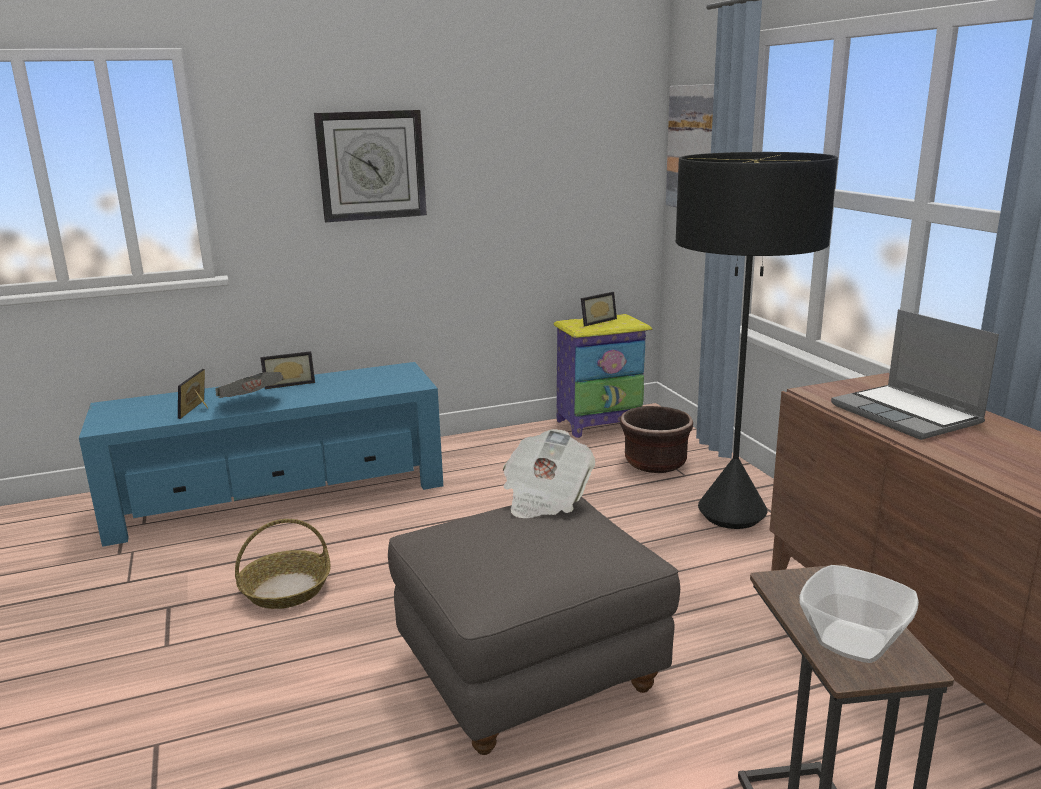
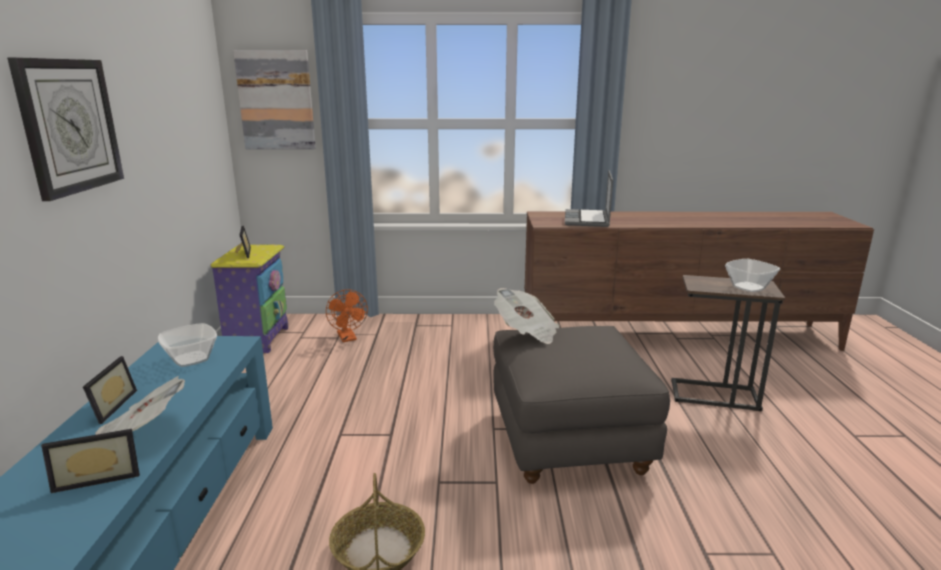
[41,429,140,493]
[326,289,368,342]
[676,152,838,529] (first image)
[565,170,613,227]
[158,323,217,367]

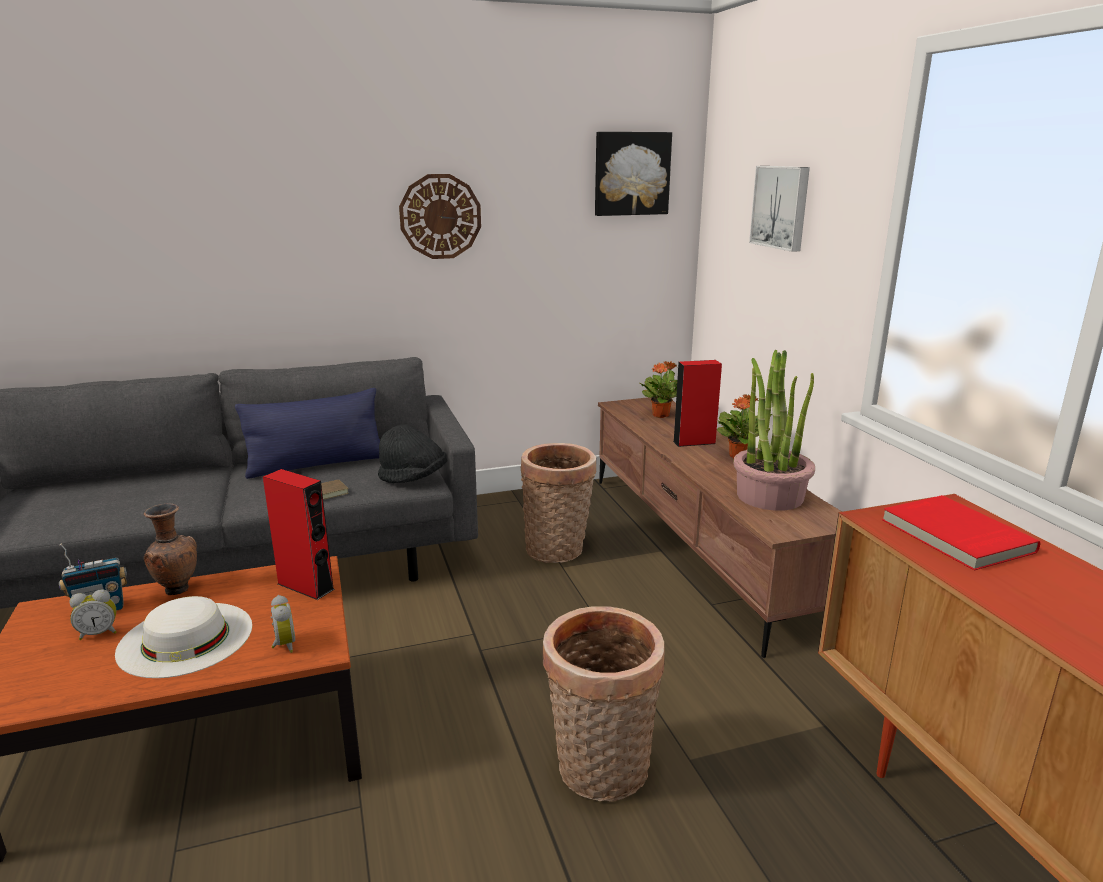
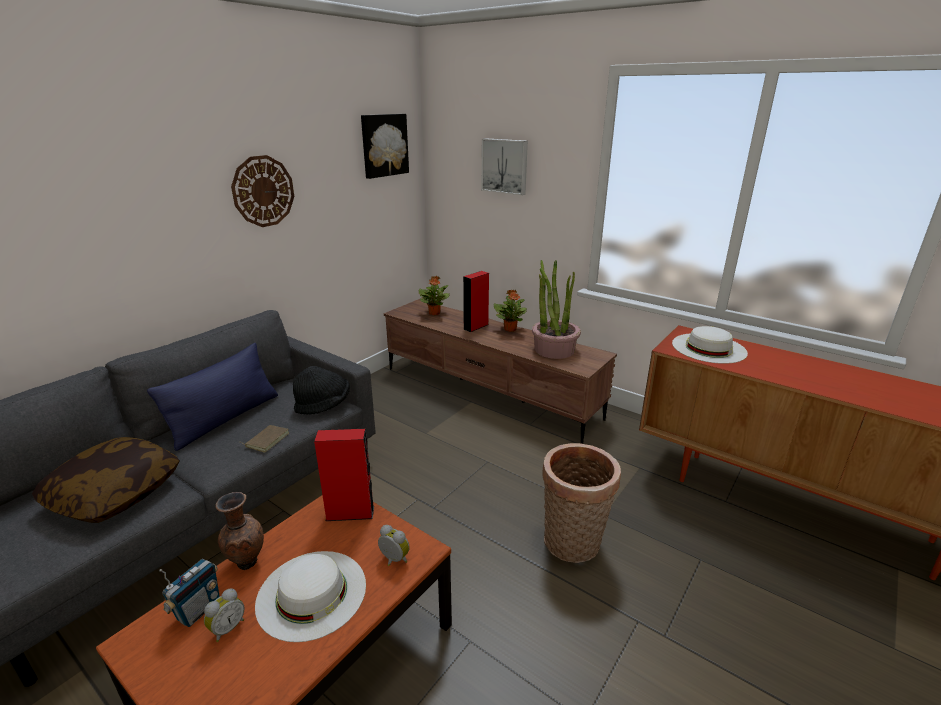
[521,443,596,563] (first image)
[672,326,748,364]
[32,437,180,523]

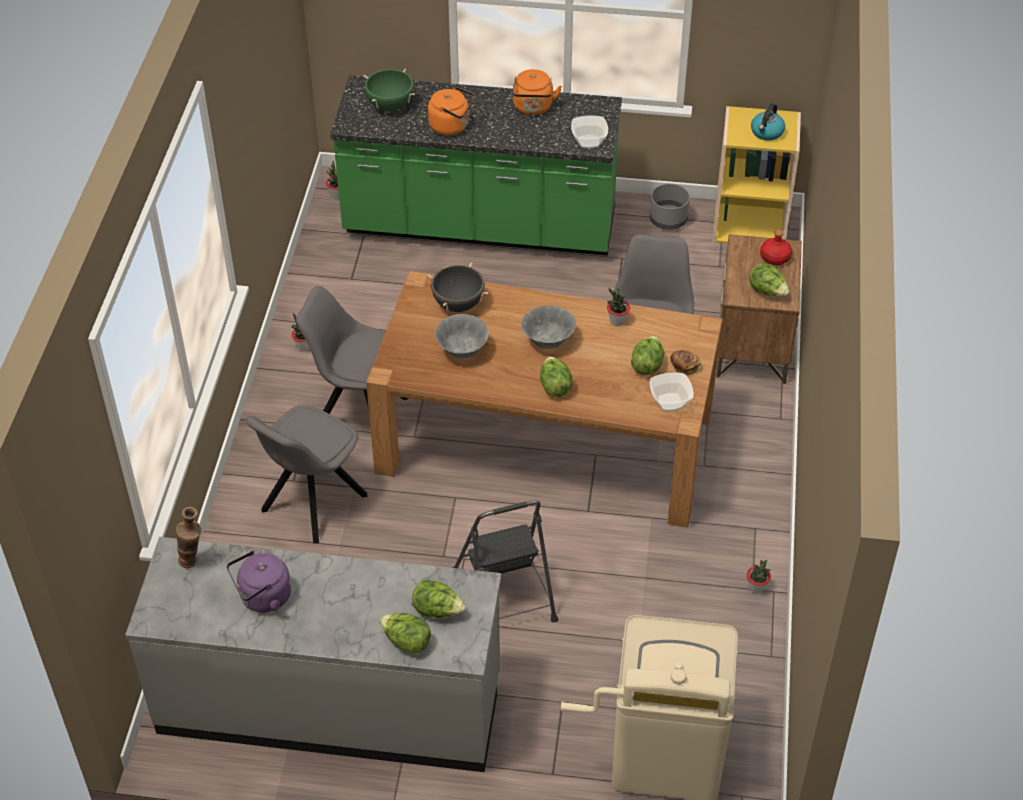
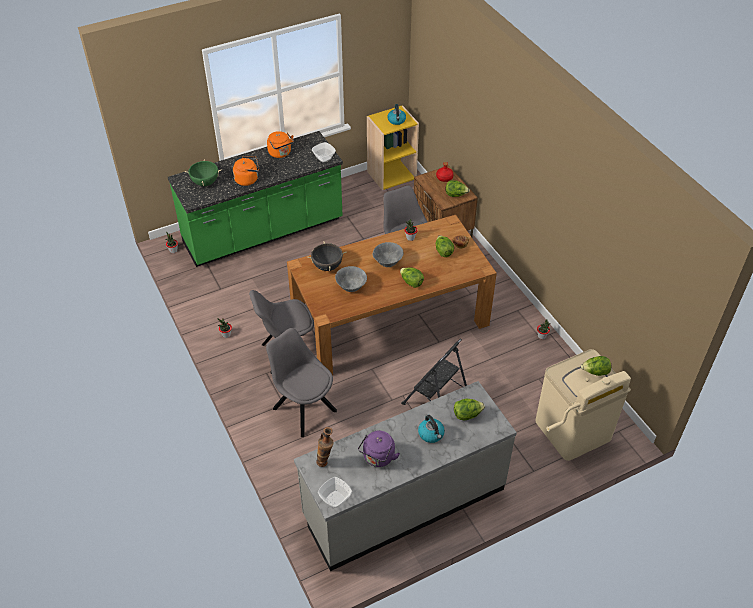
[266,328,337,437]
[581,356,611,376]
[650,184,690,230] (first image)
[318,477,352,508]
[418,415,445,443]

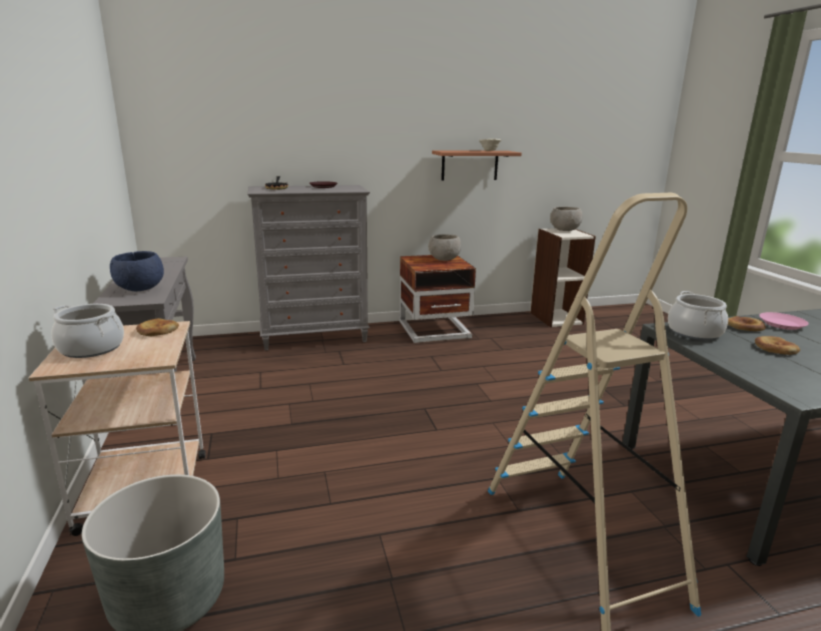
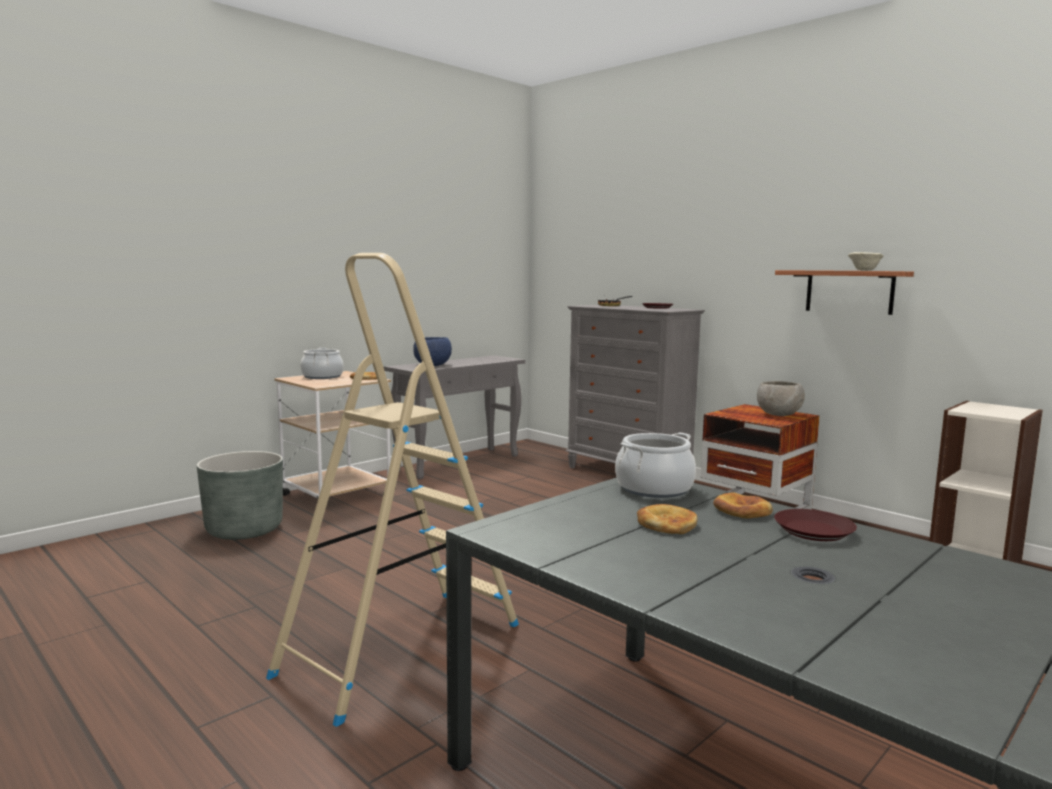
[550,207,583,231] (first image)
[774,509,857,541]

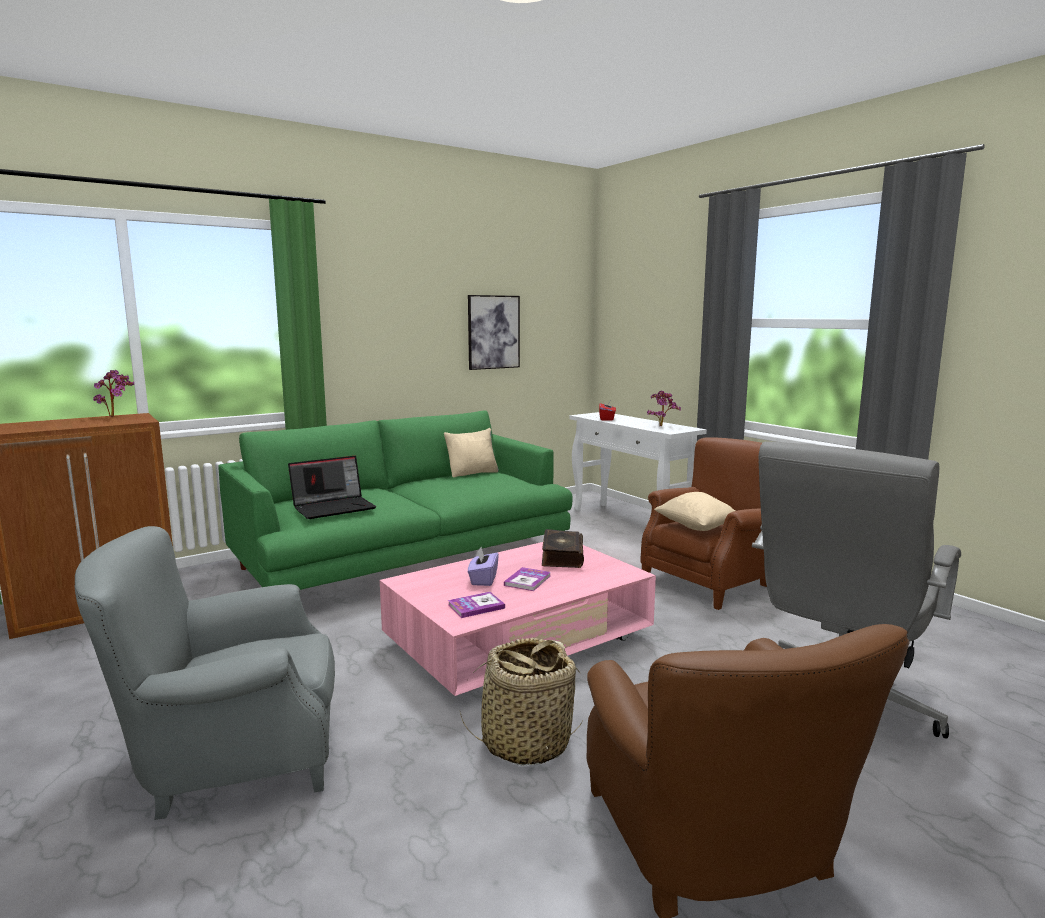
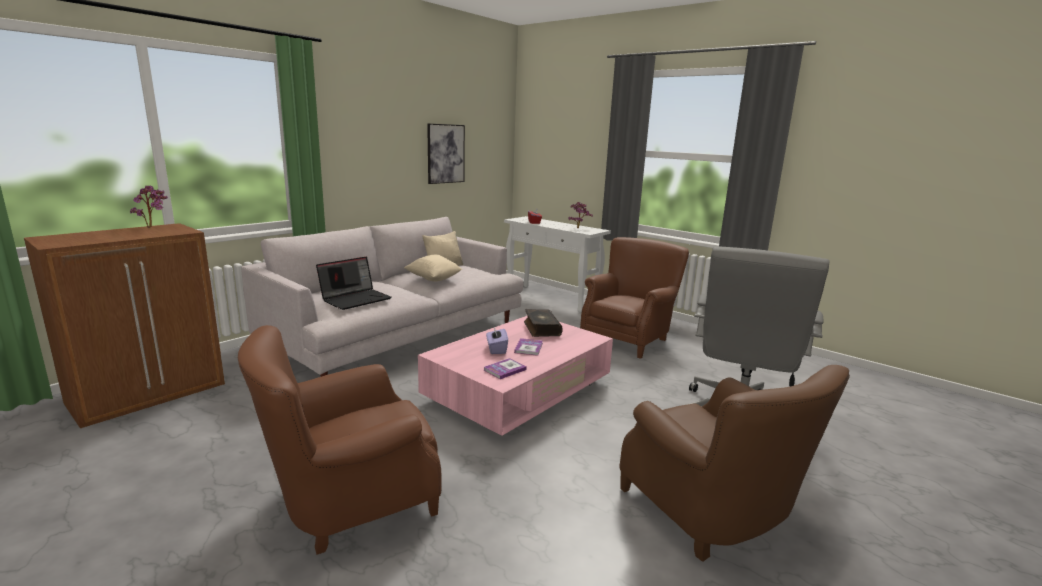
[238,325,442,555]
[241,217,523,377]
[459,638,584,766] (first image)
[404,255,462,281]

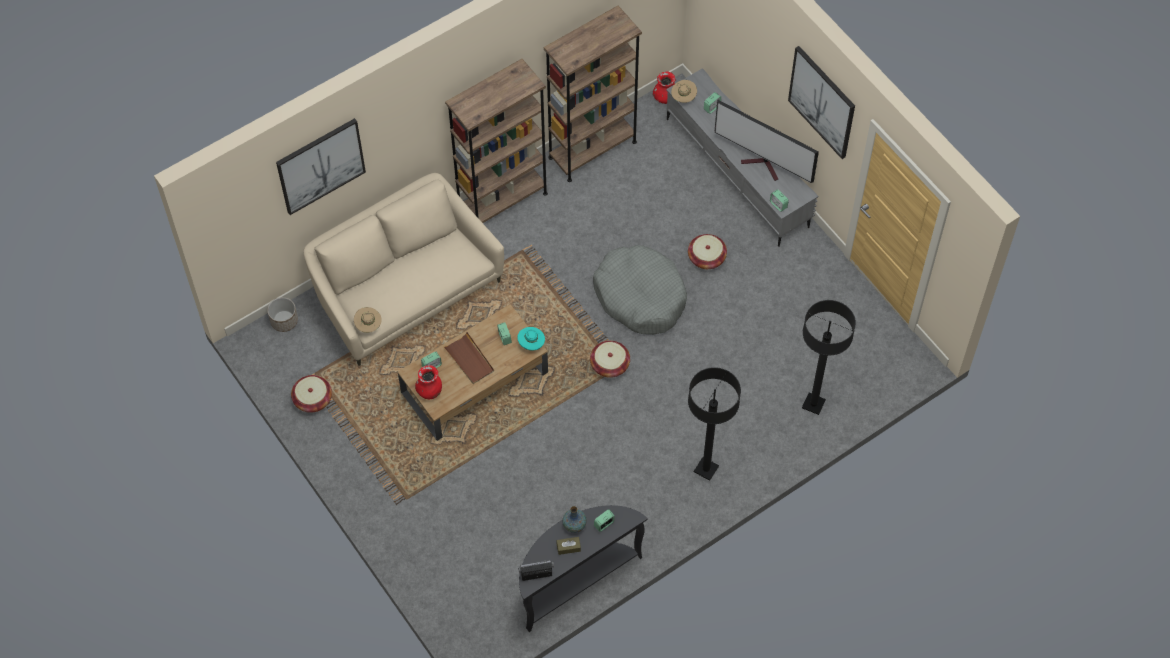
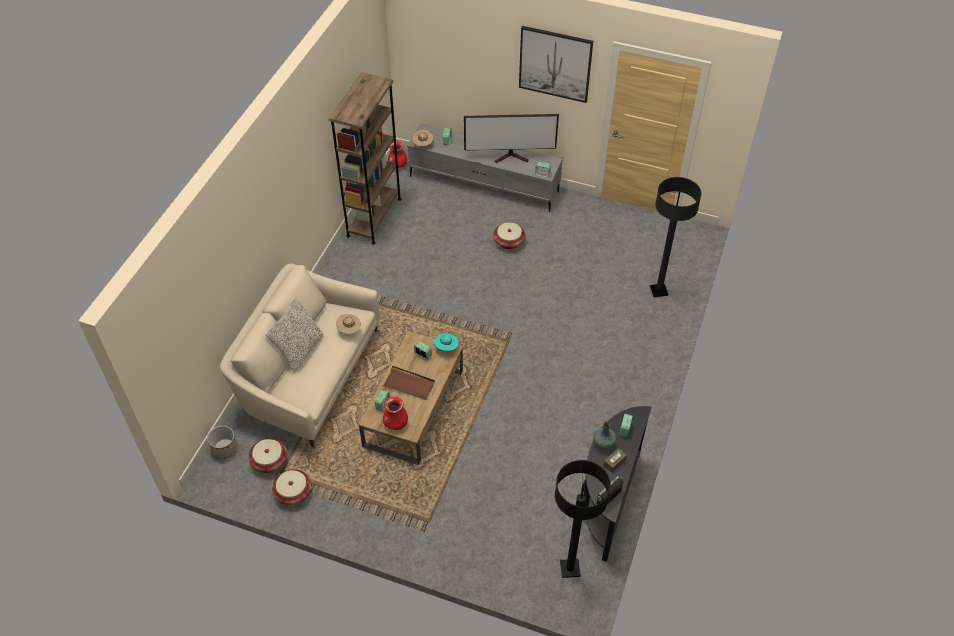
[276,118,366,215] (first image)
[336,314,361,334]
[445,59,548,223] (first image)
[249,438,287,473]
[593,245,687,335] (first image)
[555,460,611,578]
[265,297,323,372]

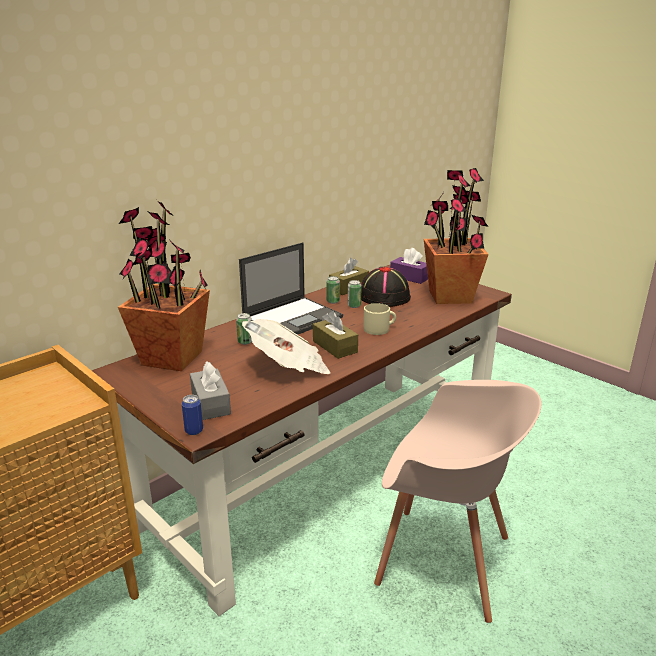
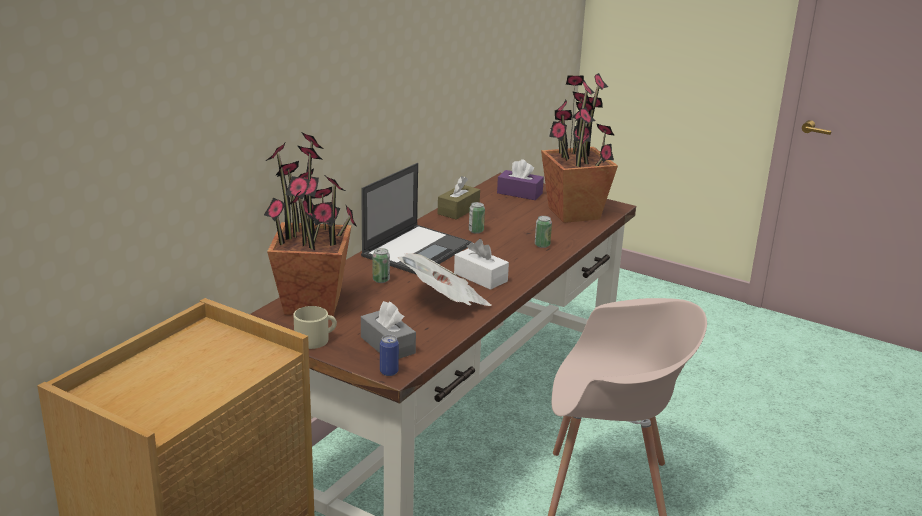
[454,239,509,290]
[535,216,552,248]
[361,267,411,307] (first image)
[293,306,337,349]

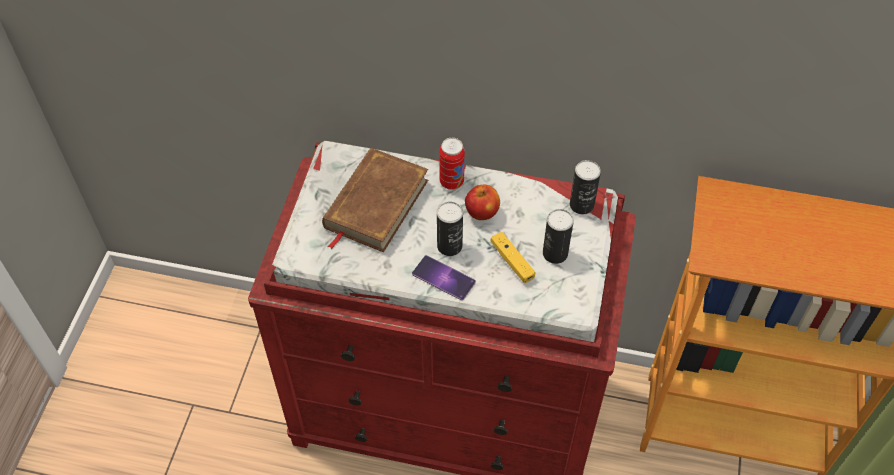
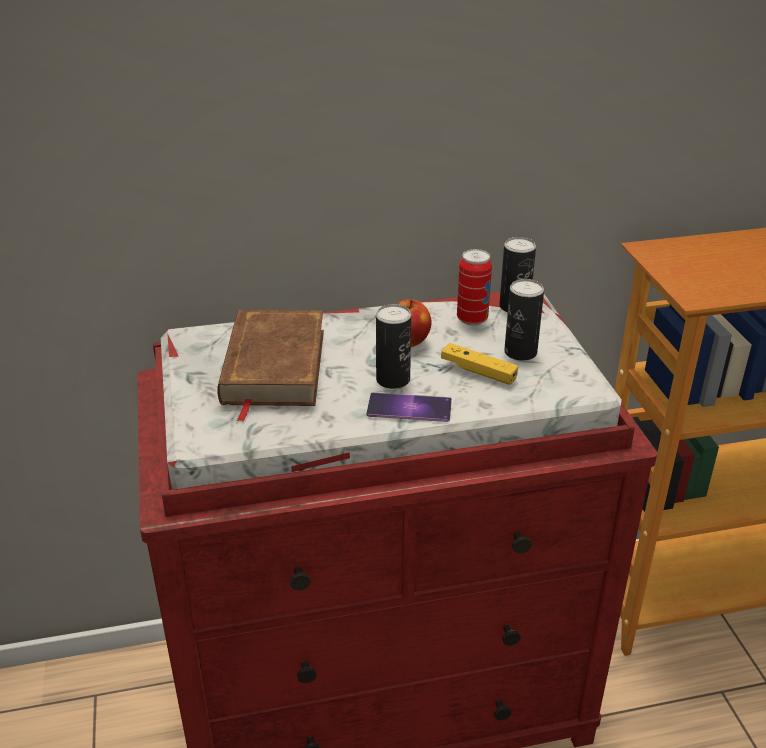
[457,249,492,326]

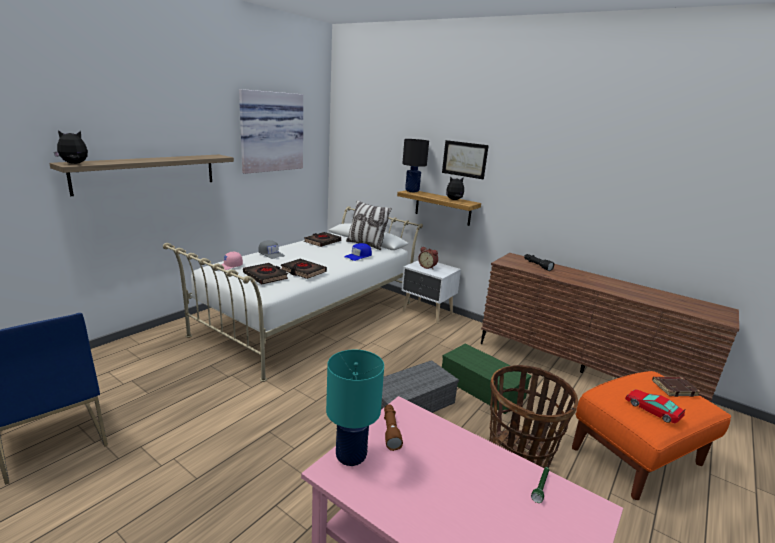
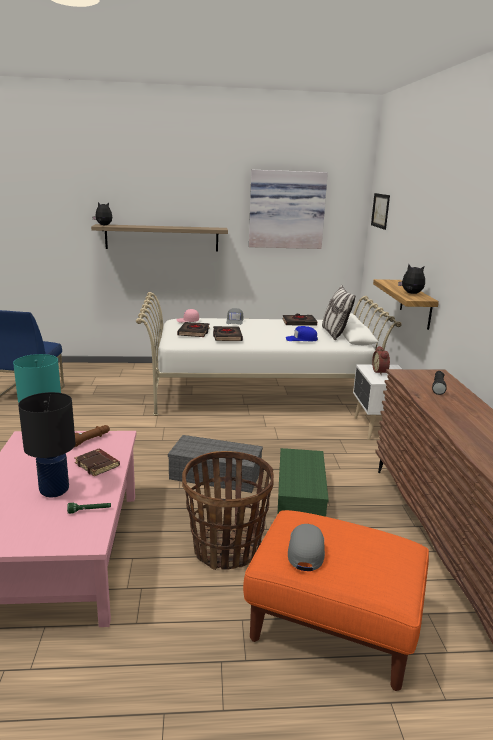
[18,392,75,498]
[371,193,390,230]
[288,524,325,571]
[74,449,120,476]

